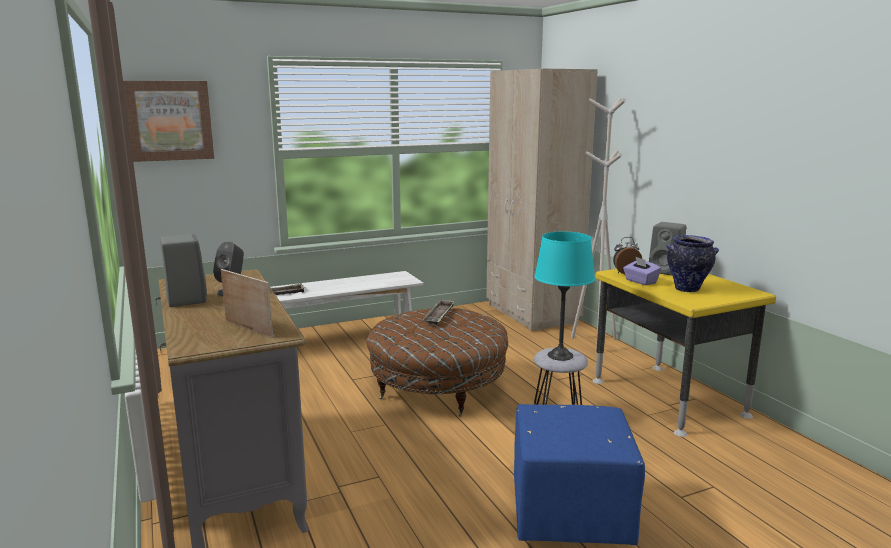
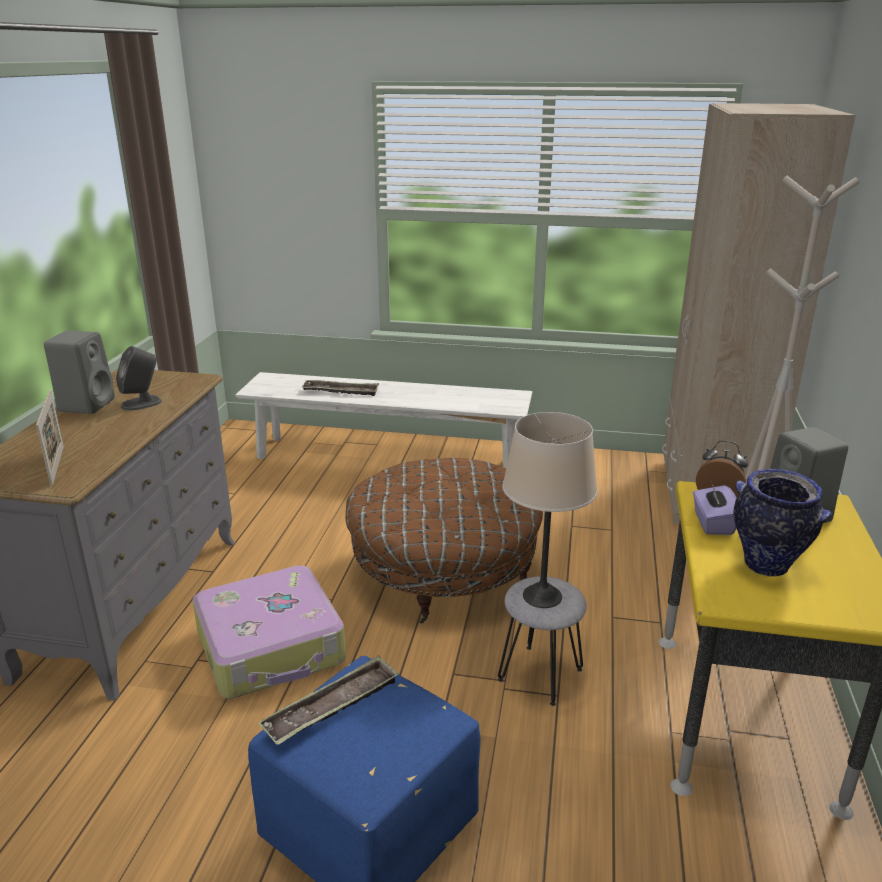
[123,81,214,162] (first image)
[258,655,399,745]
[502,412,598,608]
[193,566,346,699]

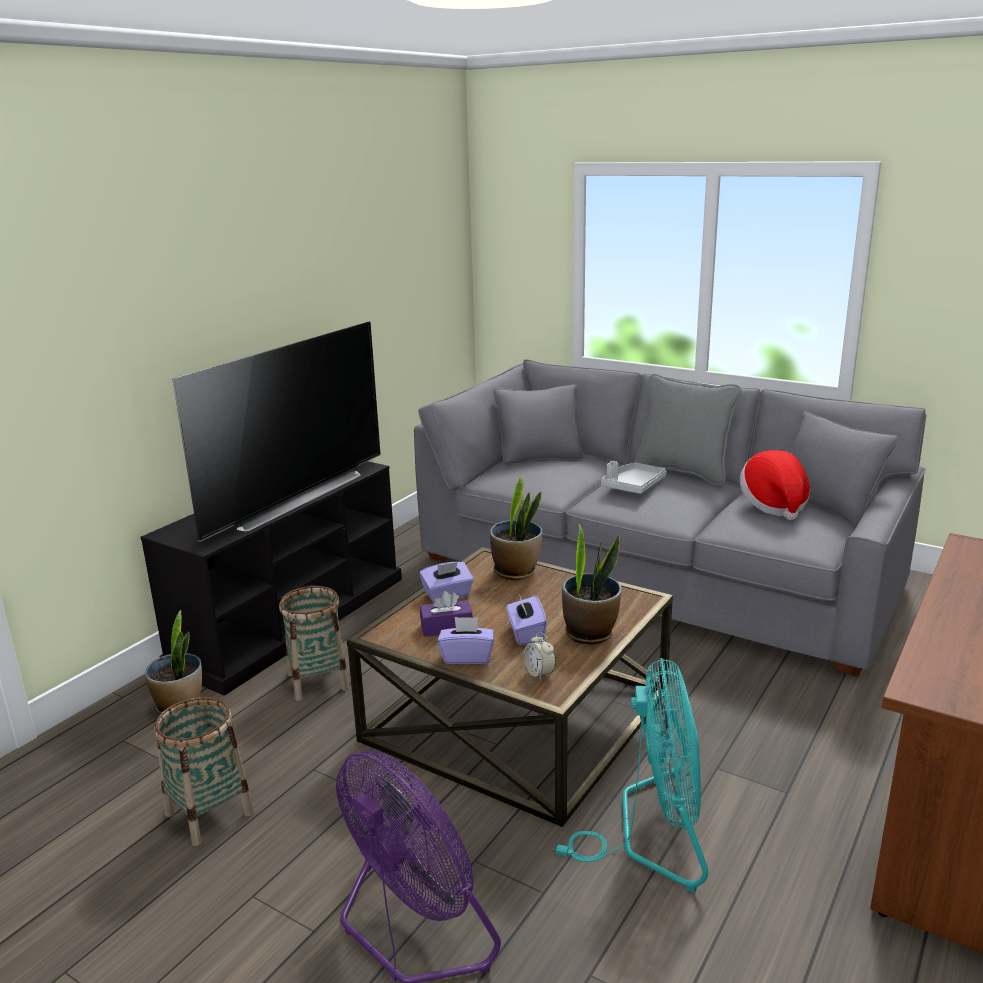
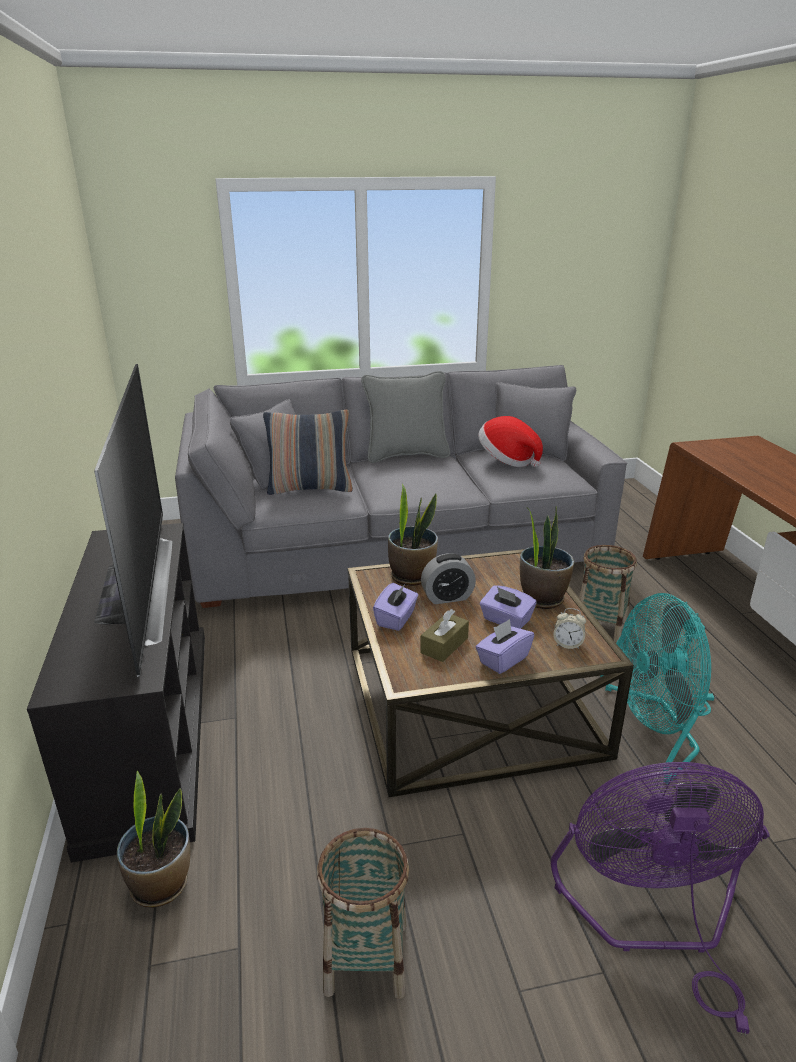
[579,545,637,643]
[420,609,469,662]
[600,593,717,783]
[601,461,666,494] (first image)
[263,410,353,495]
[421,554,476,604]

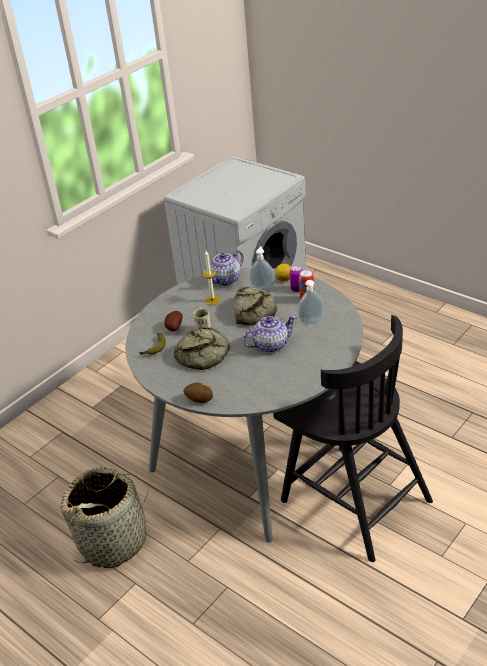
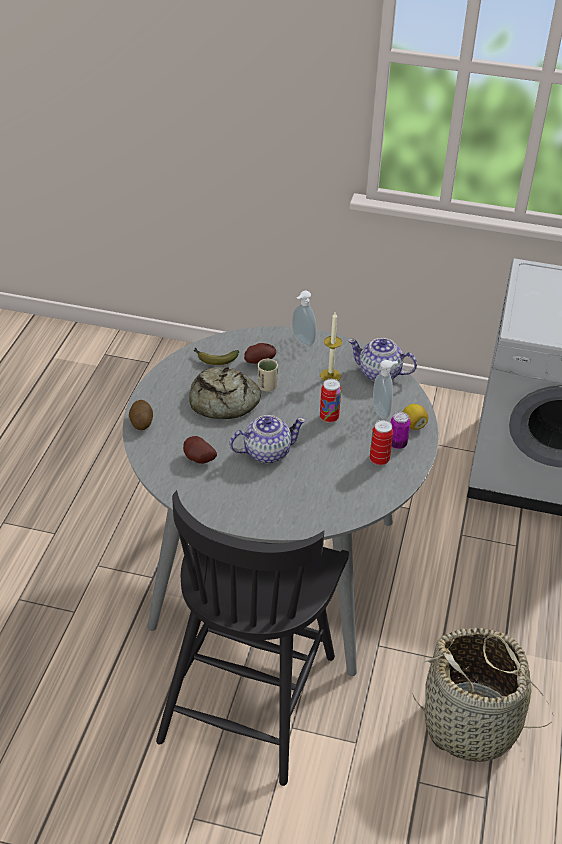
[412,628,553,762]
[320,379,341,423]
[230,415,306,463]
[292,291,316,346]
[183,436,217,464]

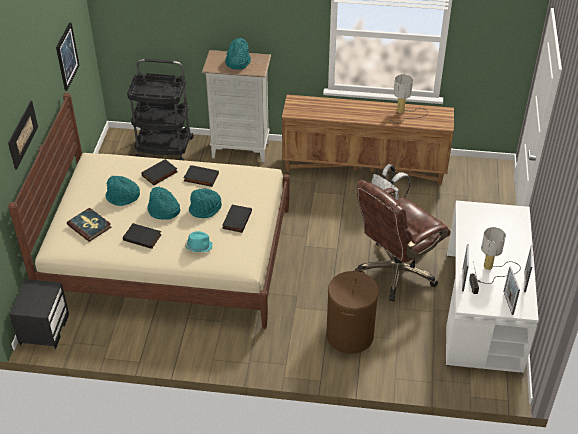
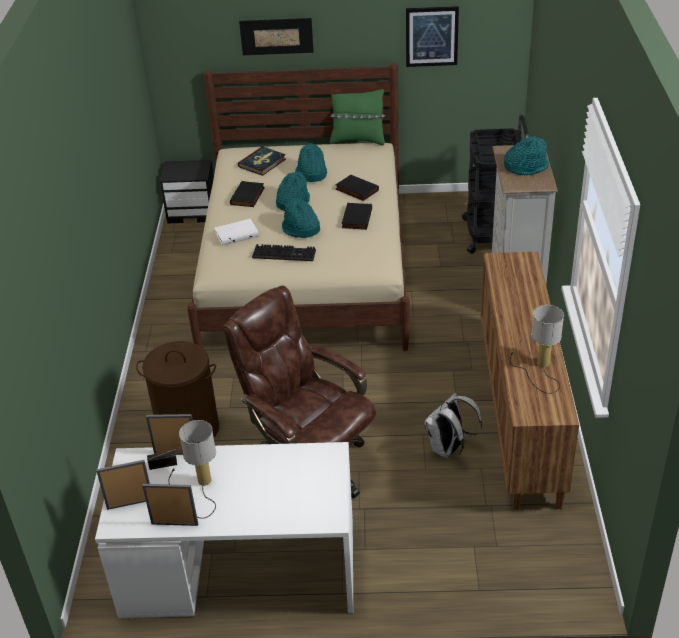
[215,219,259,246]
[252,244,316,261]
[330,89,386,145]

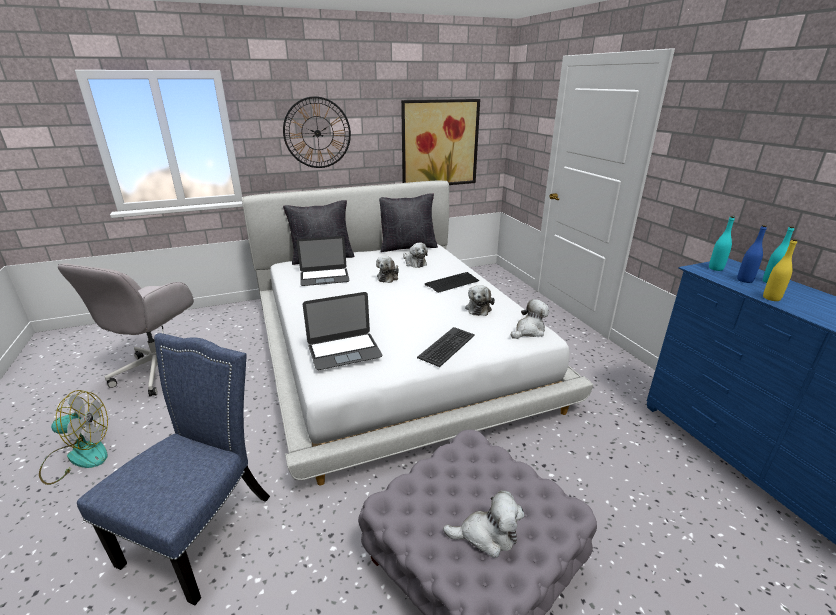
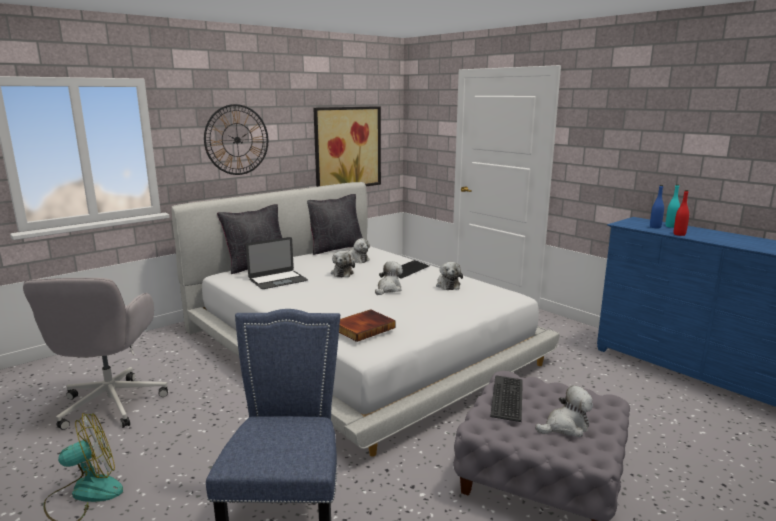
[339,309,396,342]
[490,375,523,422]
[375,261,403,295]
[709,216,735,271] (first image)
[674,190,689,236]

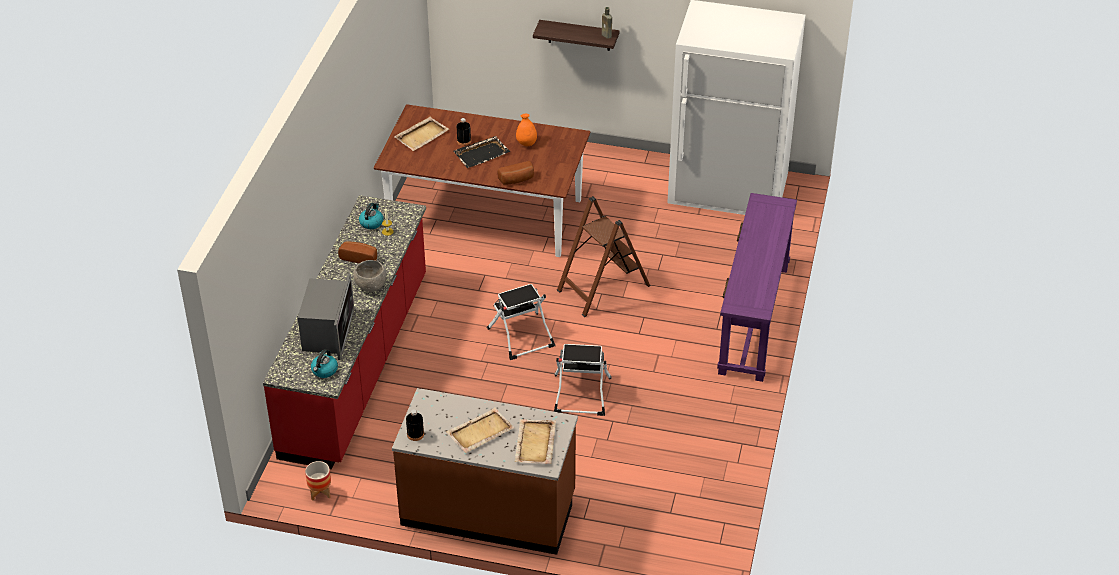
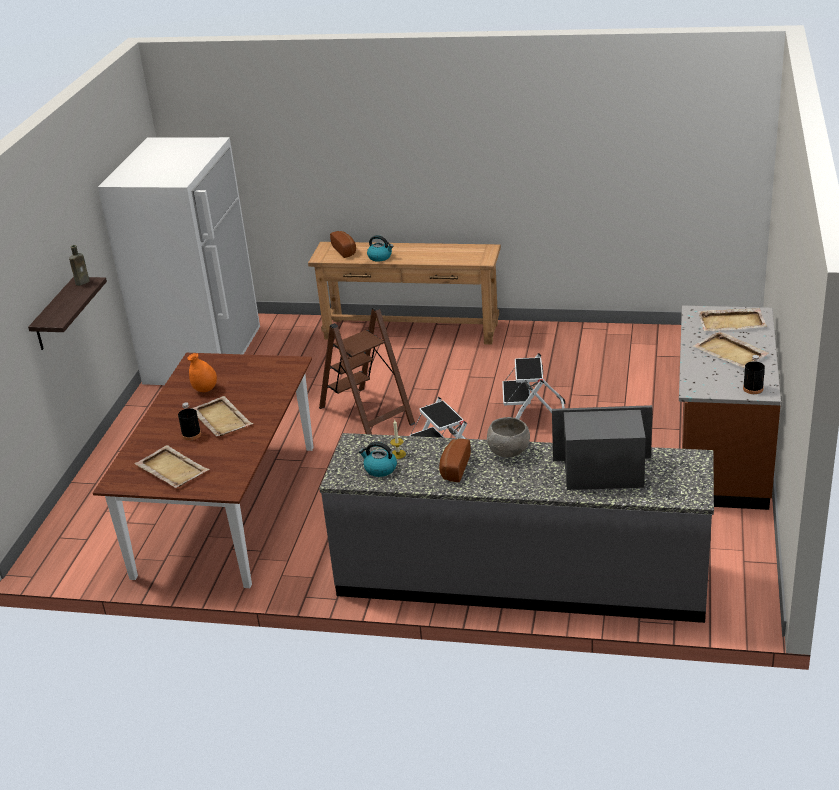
[319,433,714,623]
[305,461,331,501] (first image)
[367,235,394,262]
[192,396,253,436]
[330,231,356,258]
[308,242,501,345]

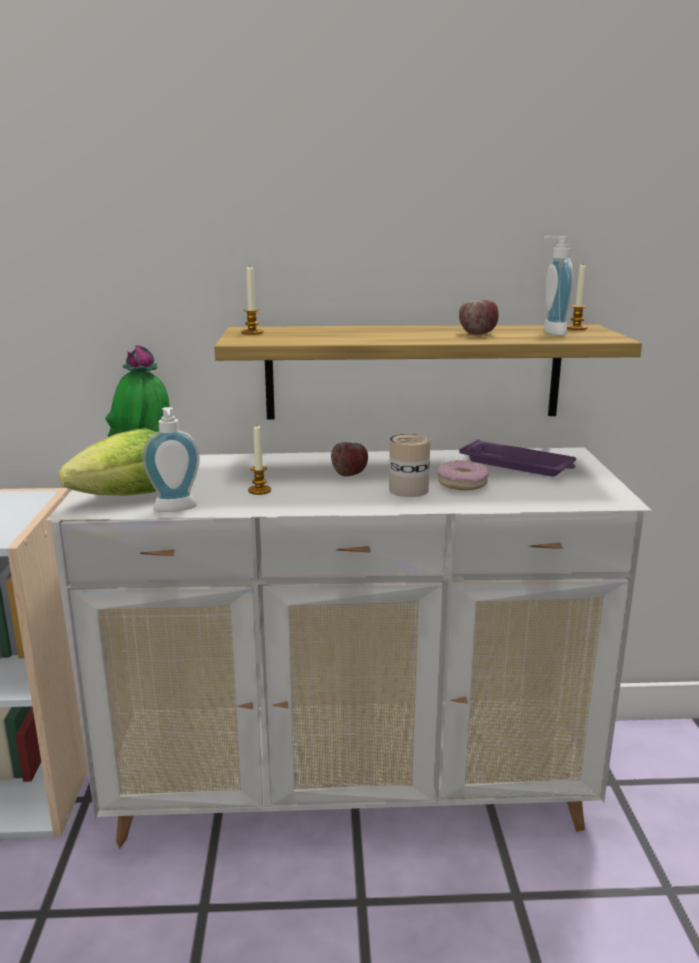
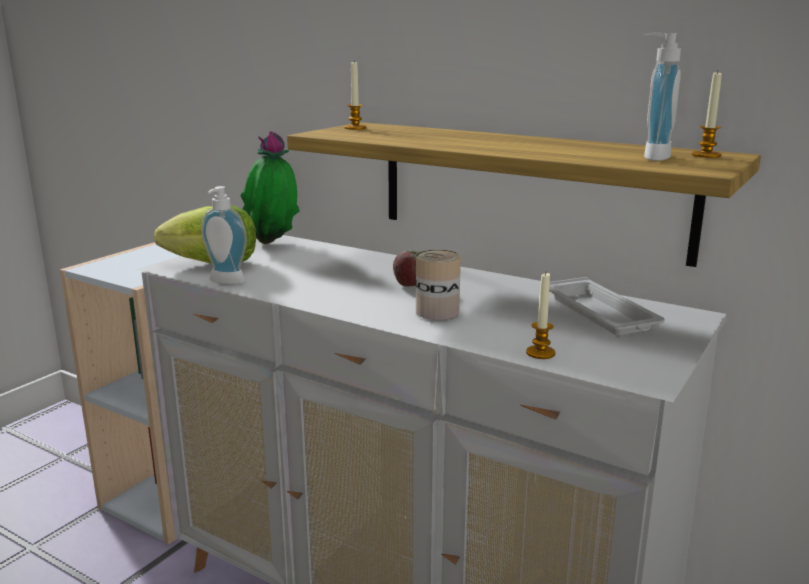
[526,273,556,359]
[437,460,489,490] (first image)
[459,300,499,335] (first image)
[549,277,665,335]

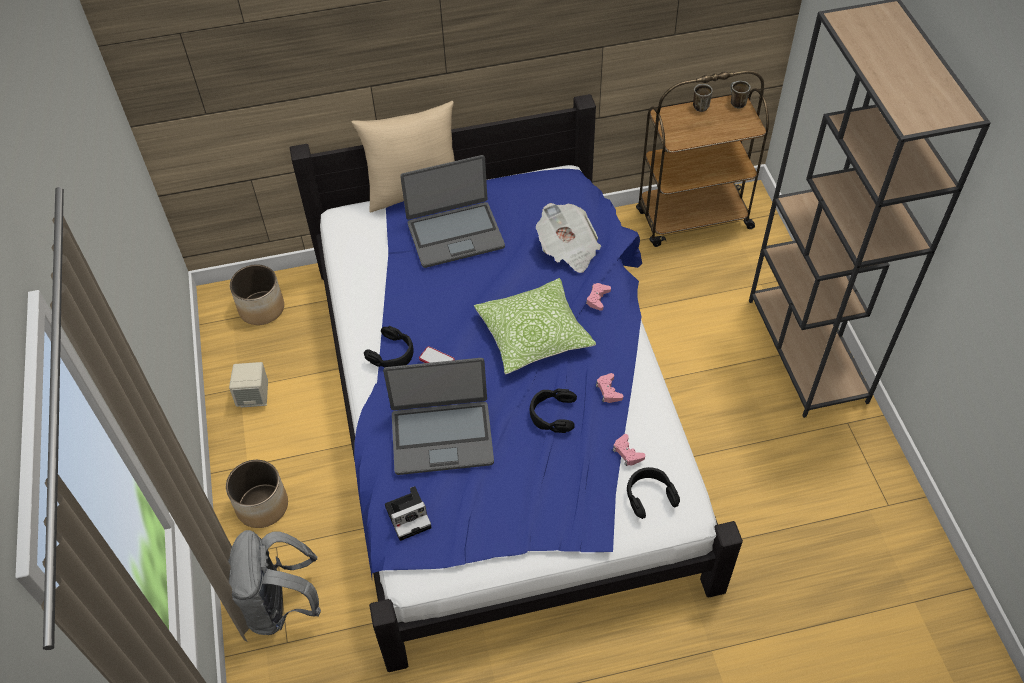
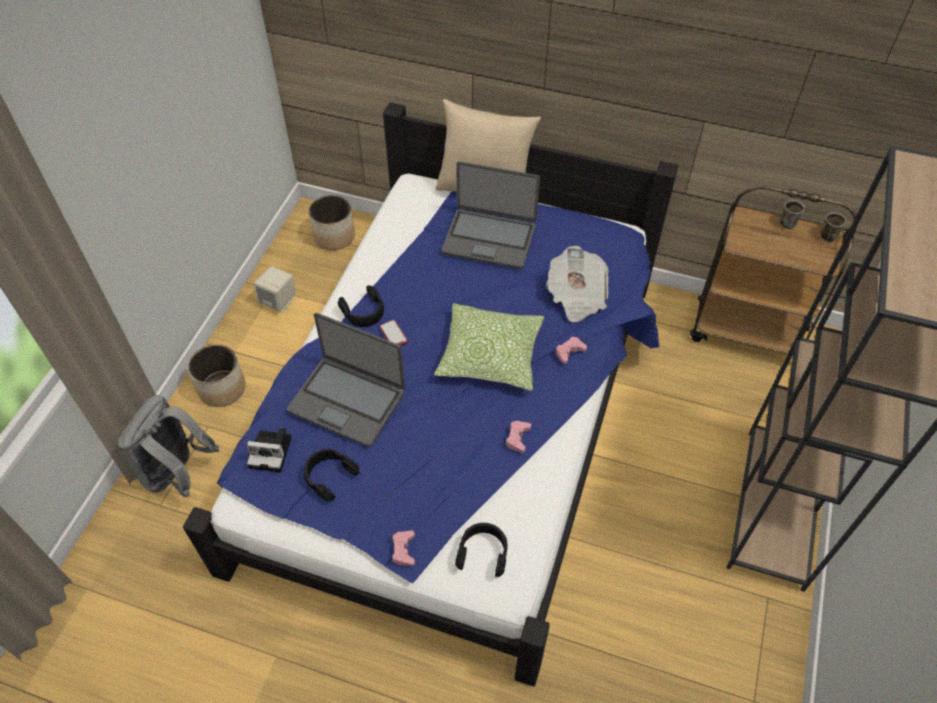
[304,449,359,501]
[392,530,415,566]

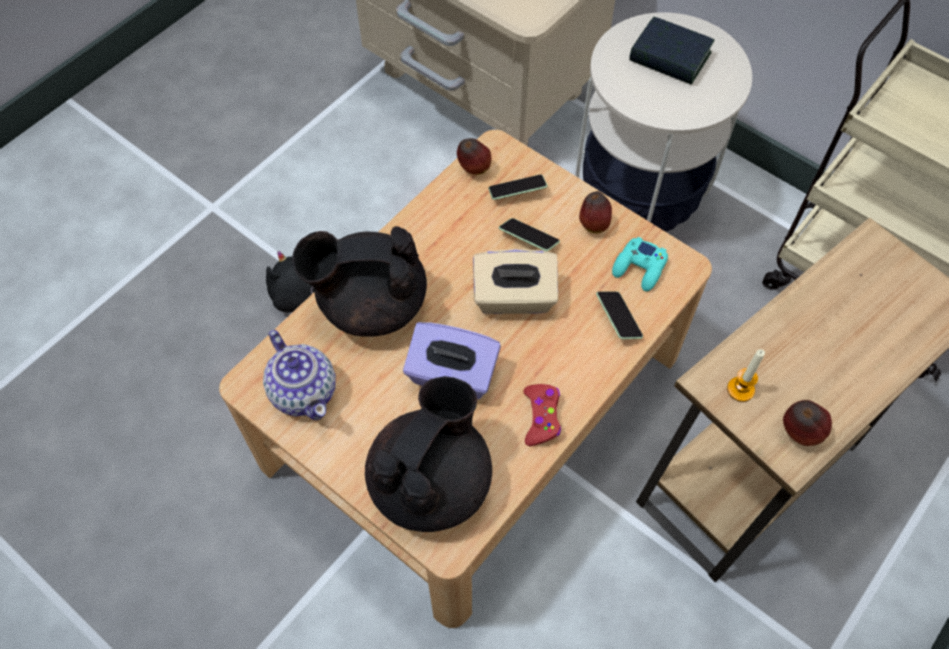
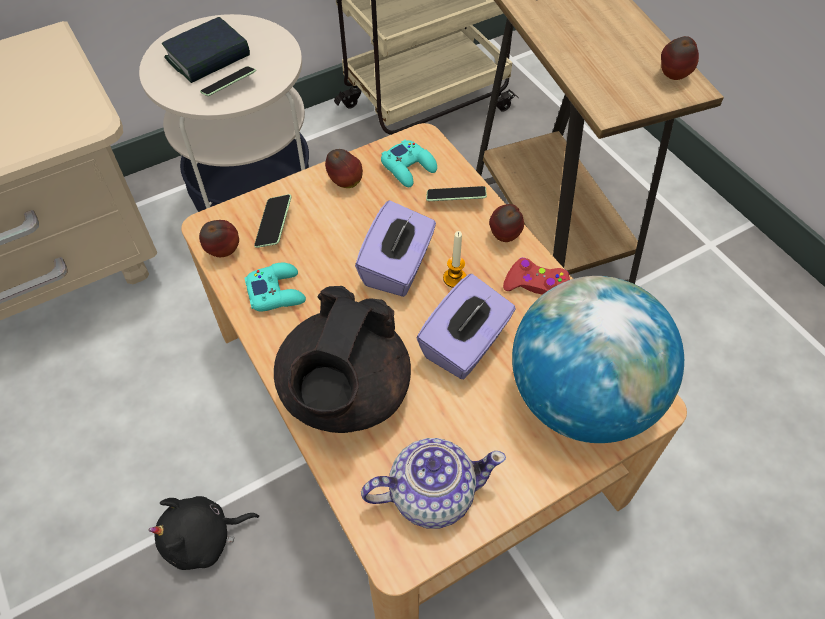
[512,276,684,443]
[355,200,436,297]
[200,66,256,96]
[443,231,467,288]
[245,263,306,312]
[489,204,524,242]

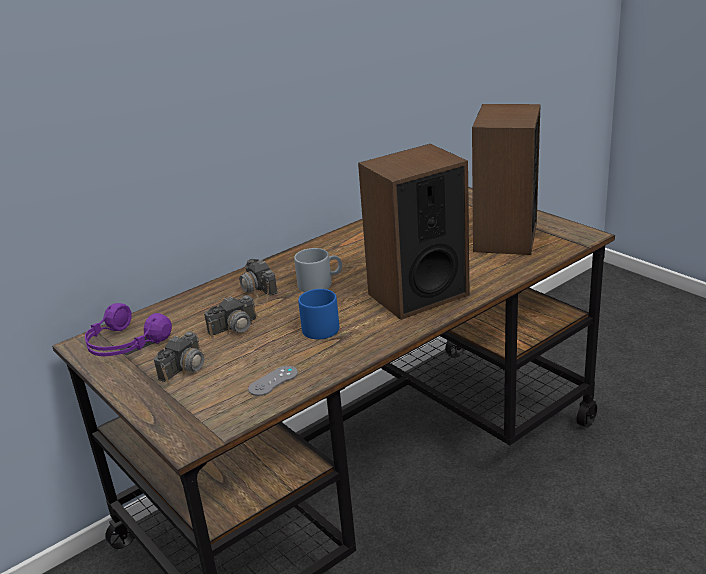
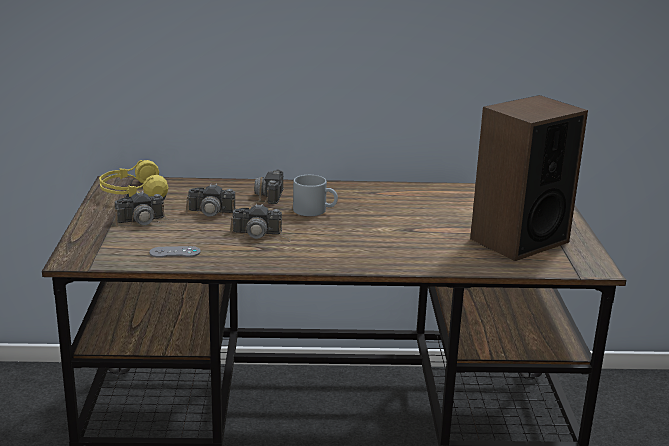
[99,160,168,197]
[230,204,291,242]
[358,144,470,320] (first image)

